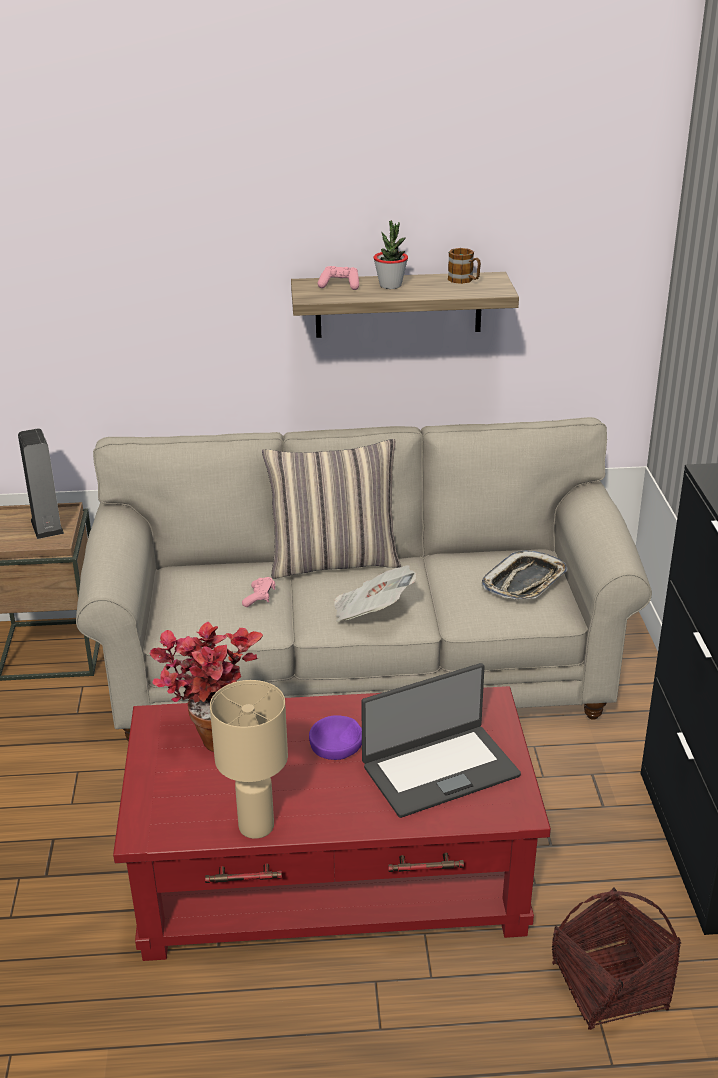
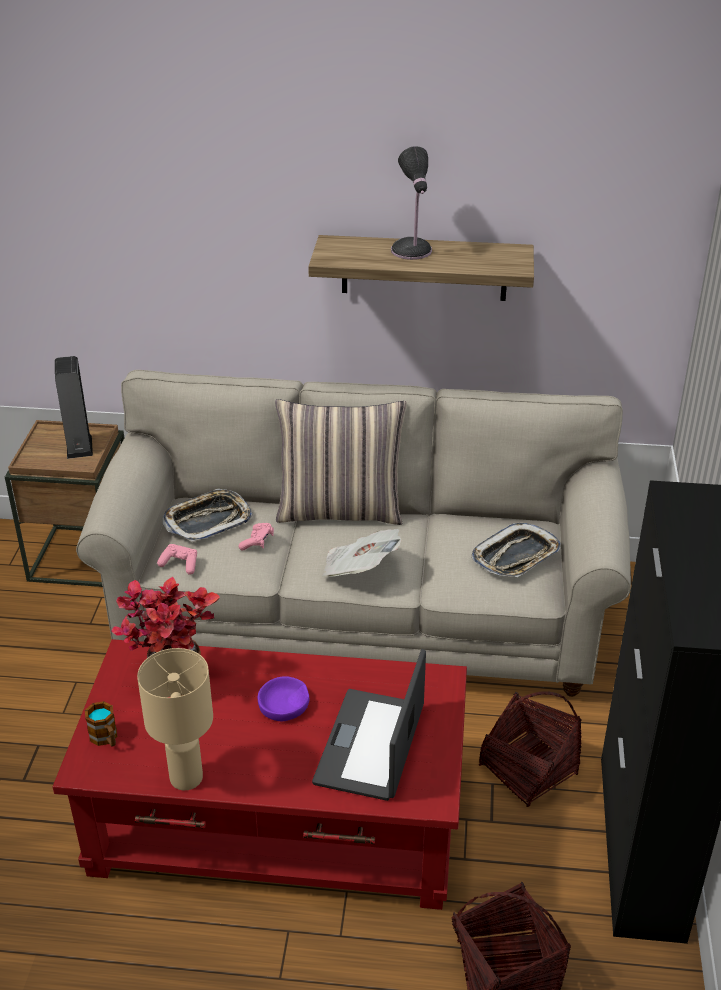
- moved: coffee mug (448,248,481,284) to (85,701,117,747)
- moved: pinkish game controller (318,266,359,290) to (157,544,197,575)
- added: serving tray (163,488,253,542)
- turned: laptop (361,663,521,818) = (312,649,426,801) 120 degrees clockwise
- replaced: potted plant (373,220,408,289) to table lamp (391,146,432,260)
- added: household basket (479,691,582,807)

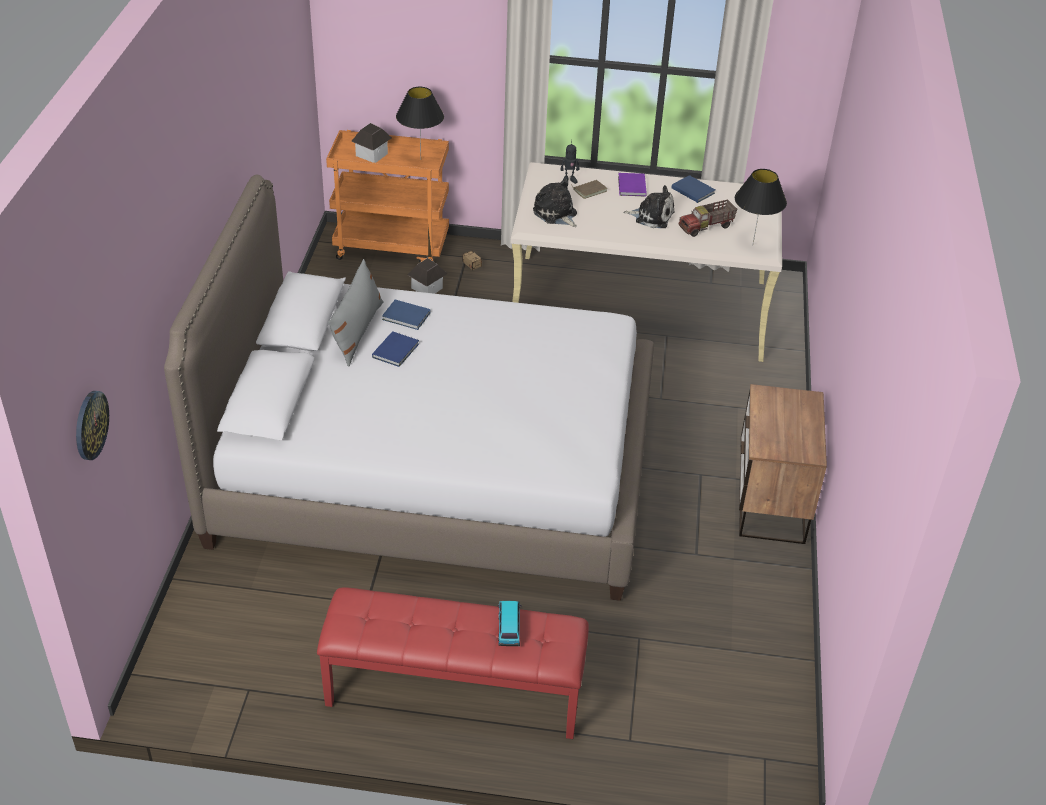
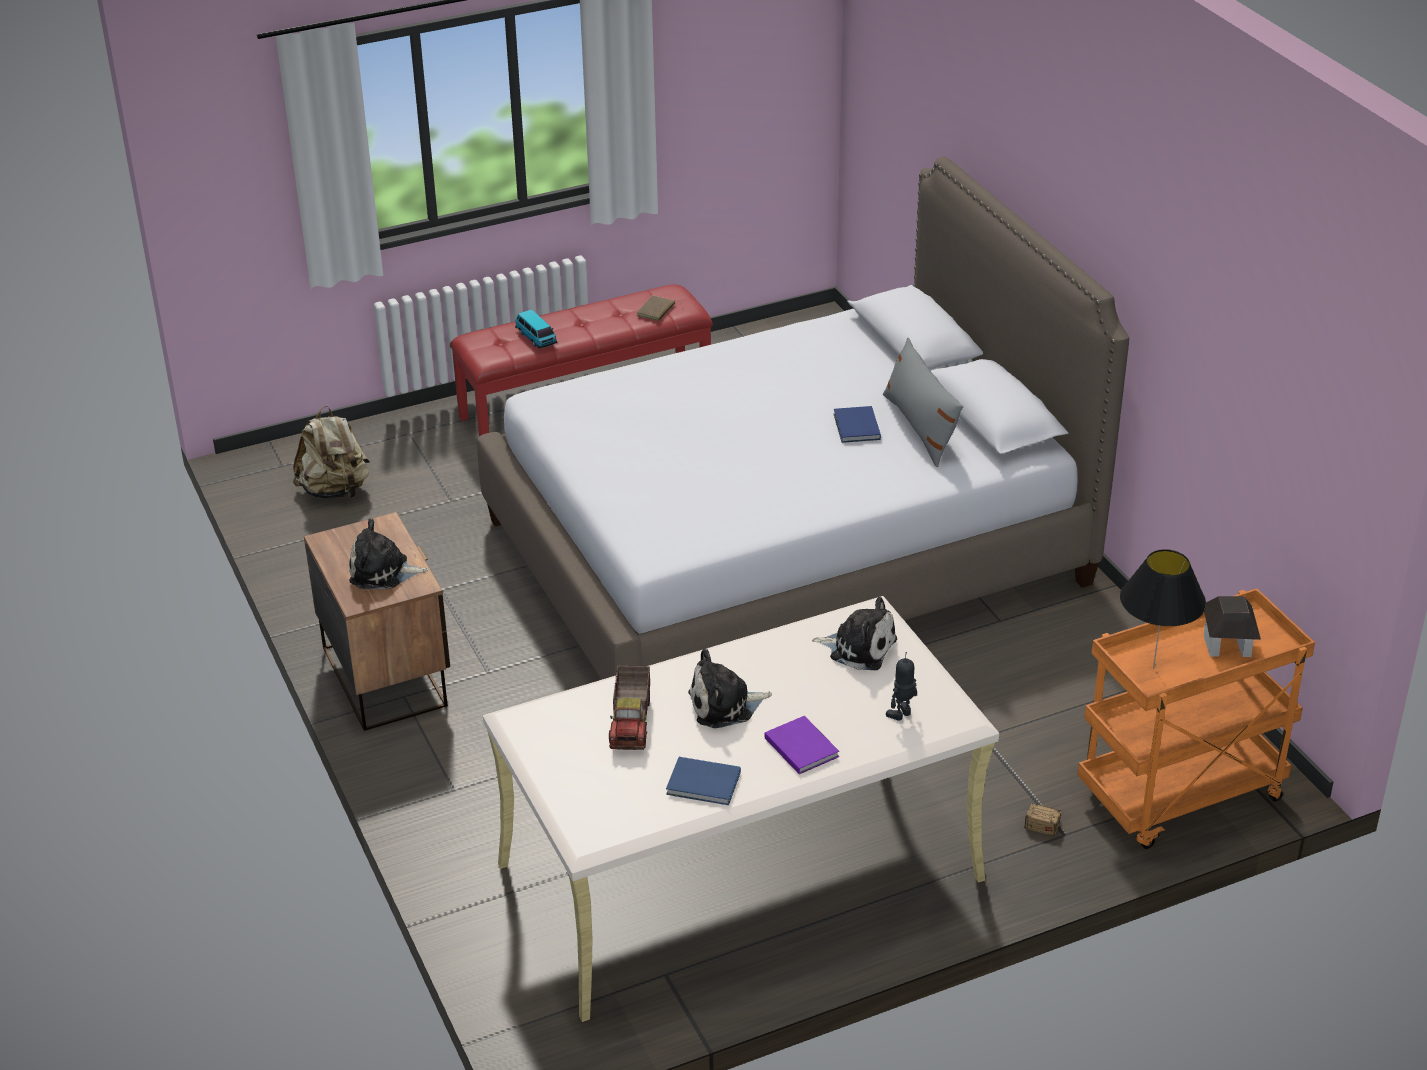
- added: beige-coloured rucksack (293,406,370,499)
- added: soft toy (349,519,428,589)
- turned: toy truck (678,199,737,237) = (609,666,650,750) 150 degrees clockwise
- moved: brownish volume (570,180,607,199) to (637,295,681,321)
- removed: wall clock (76,391,109,460)
- removed: bluish volume (382,300,430,330)
- removed: model house (408,258,448,294)
- removed: blackish table lamp (735,169,787,246)

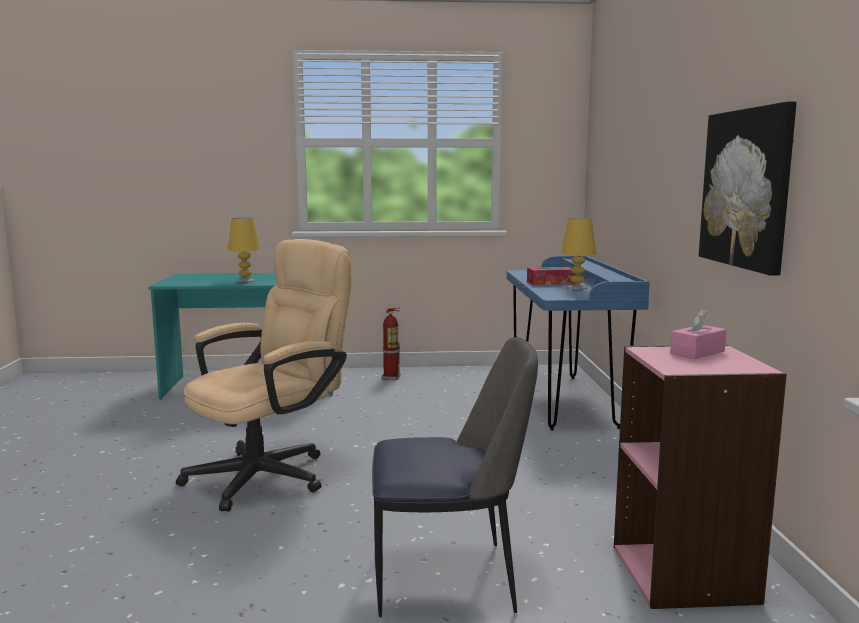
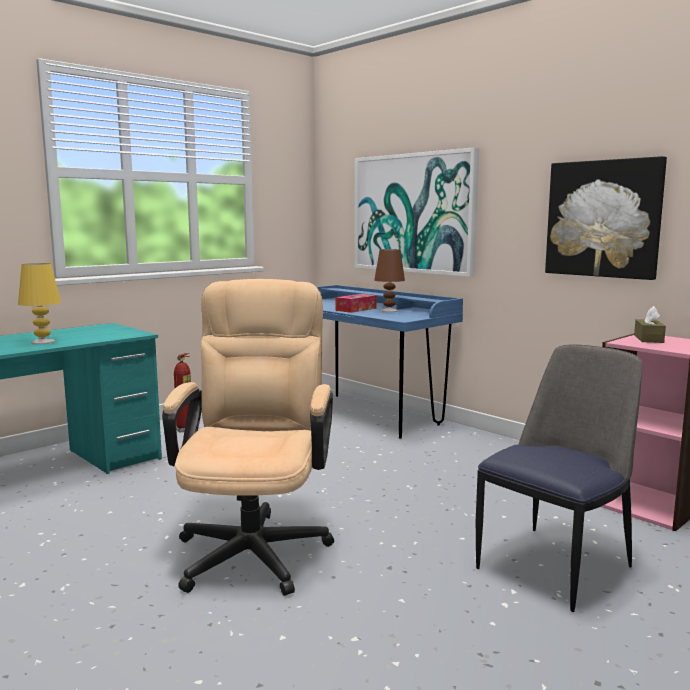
- added: wall picture (354,147,479,277)
- recoloured: yellowish table lamp (561,218,596,290) to brownish table lamp (374,249,405,312)
- recoloured: pinkish tissue box (670,309,726,359) to brownish tissue box (634,306,666,343)

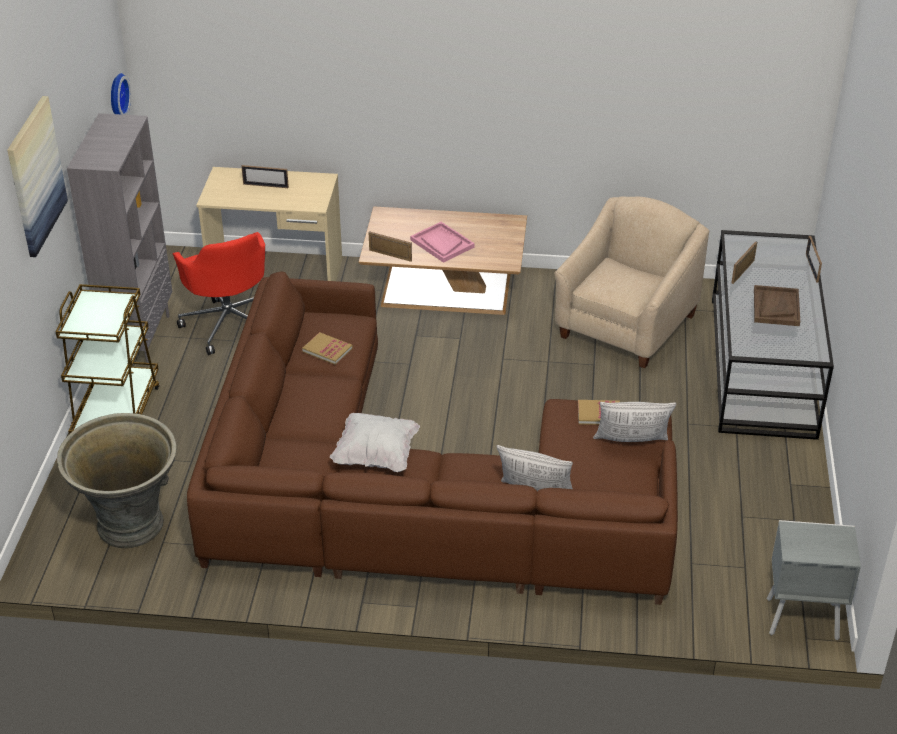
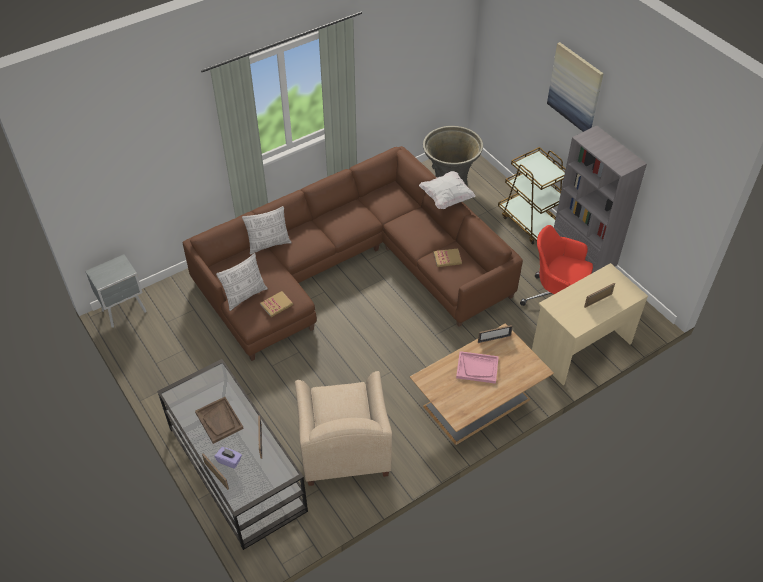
- added: purple-coloured tissue box (215,447,242,469)
- moved: whitish pillow (330,413,420,472) to (419,171,475,209)
- removed: wall clock (111,73,131,115)

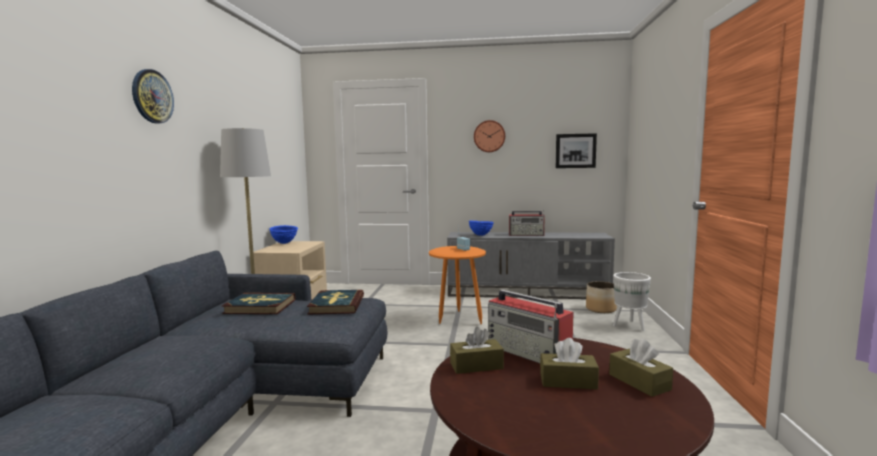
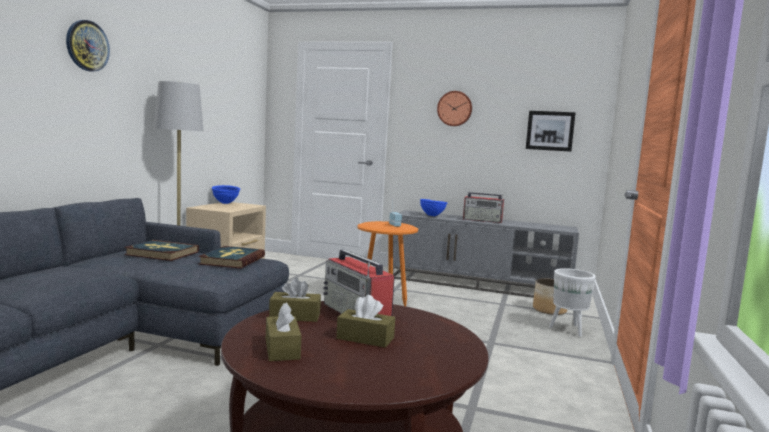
- moved: brownish tissue box (609,338,673,397) to (266,303,301,361)

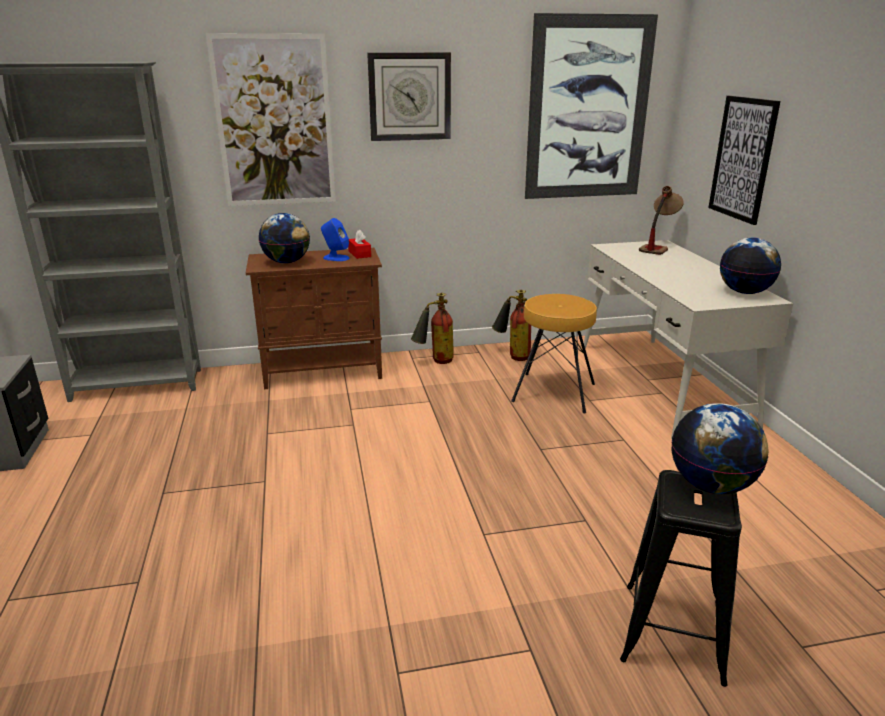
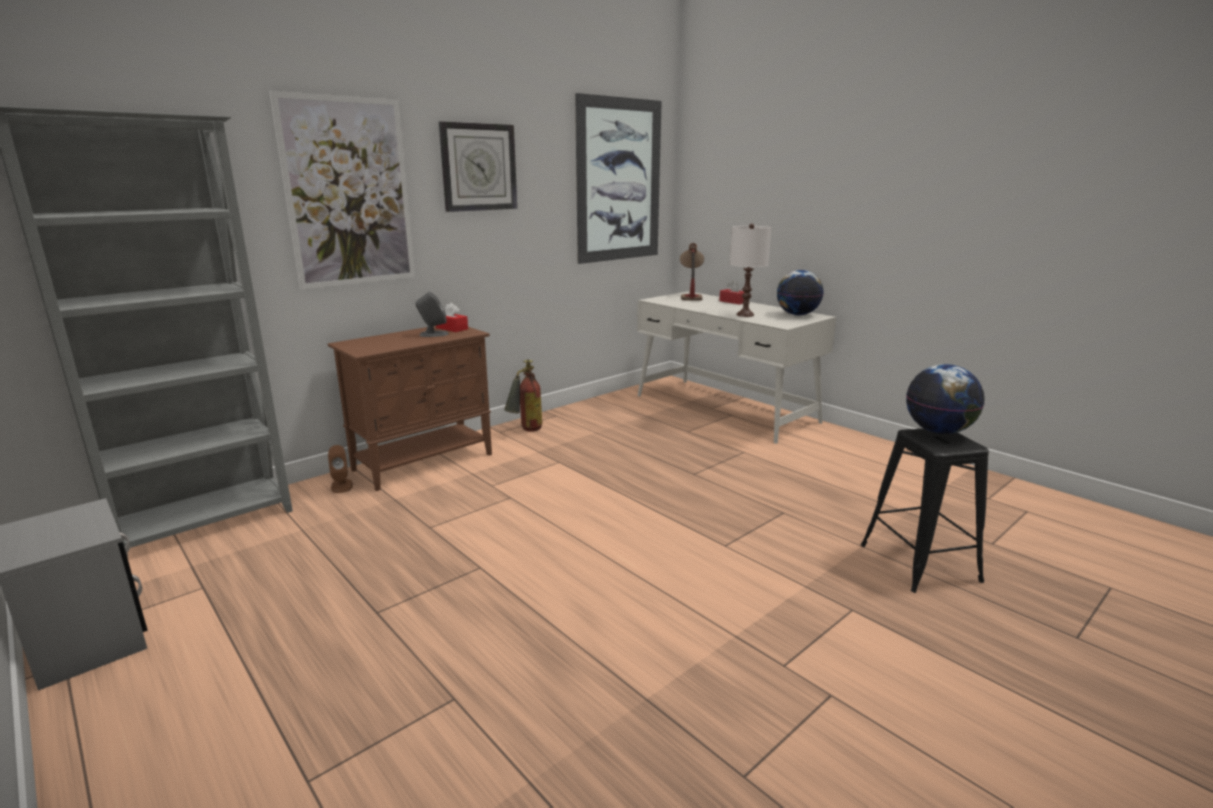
- added: brownish audio speaker (328,445,353,493)
- recoloured: bluish audio speaker (321,218,349,261) to grey audio speaker (415,292,449,337)
- added: red-coloured tissue box (719,281,744,305)
- added: whitish table lamp (730,224,771,317)
- removed: globe (259,213,310,263)
- removed: fire extinguisher (492,290,531,361)
- removed: brownish stool (511,294,597,413)
- removed: wall picture (708,96,780,225)

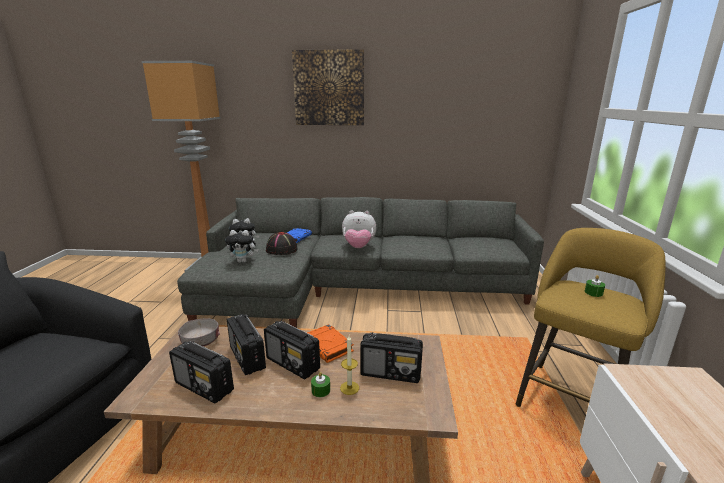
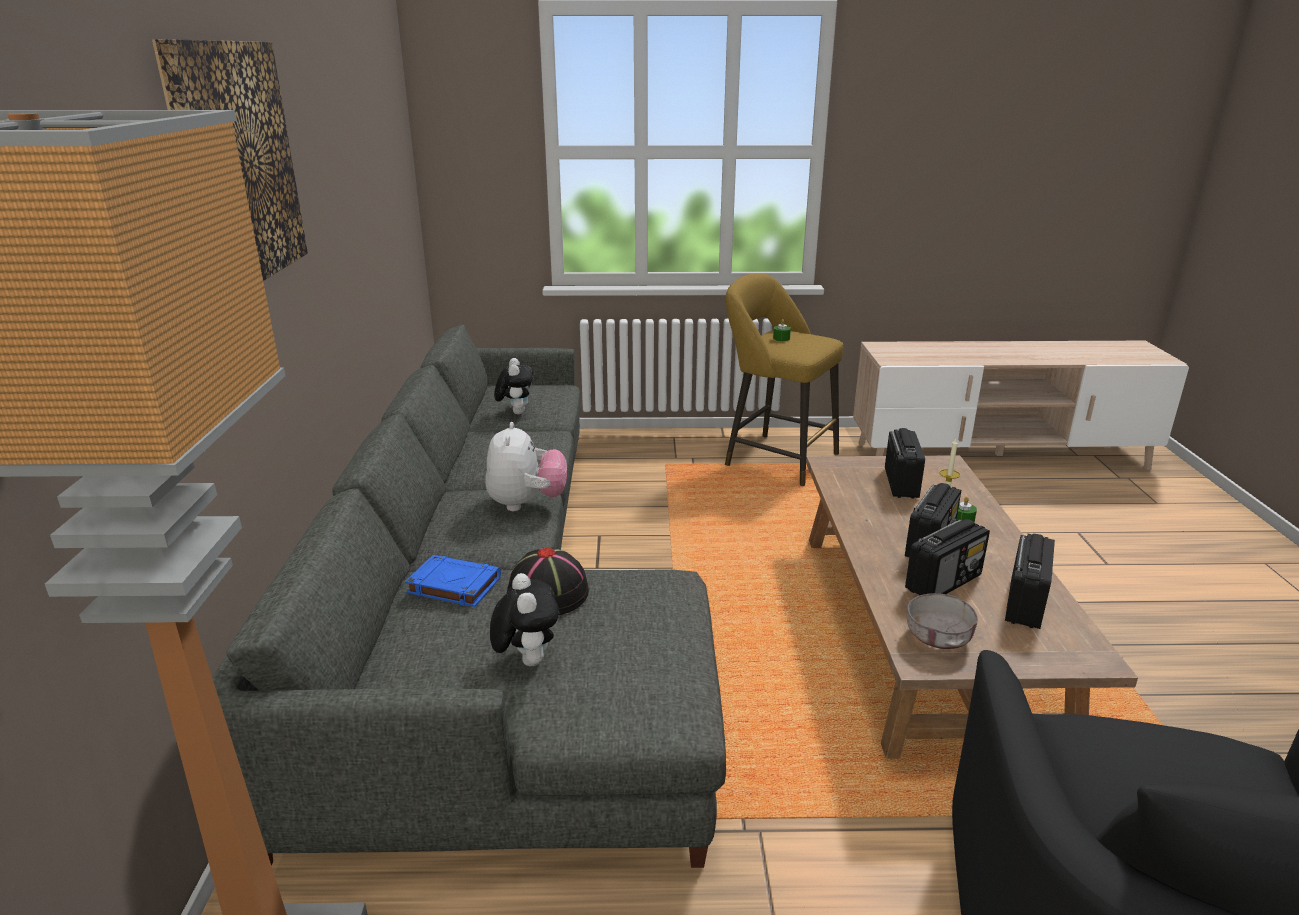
- moved: soft toy (225,230,258,263) to (494,358,533,414)
- removed: orange volume (307,324,354,363)

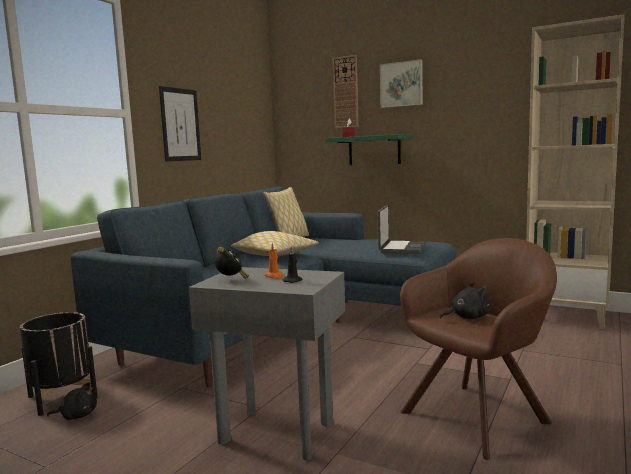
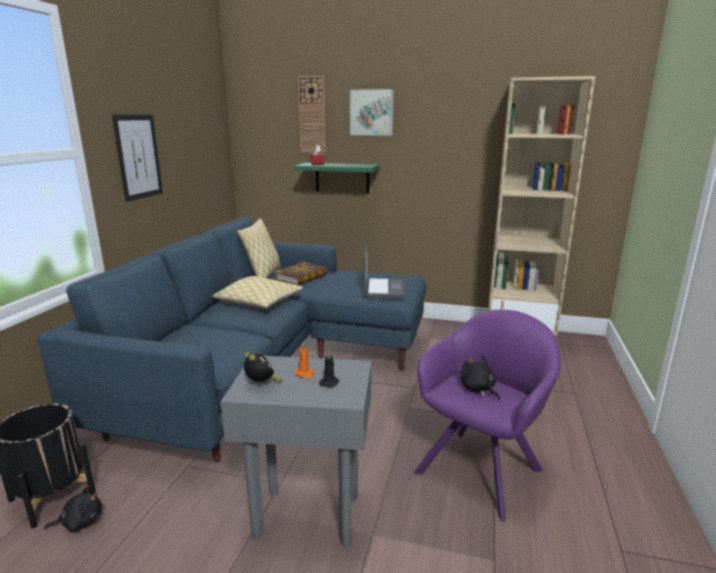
- added: volume (274,262,327,285)
- recoloured: brownish easy chair (400,238,557,460) to purple-coloured easy chair (414,310,561,521)
- turned: blackish soft toy (440,282,490,319) = (461,355,500,400) 90 degrees counterclockwise

